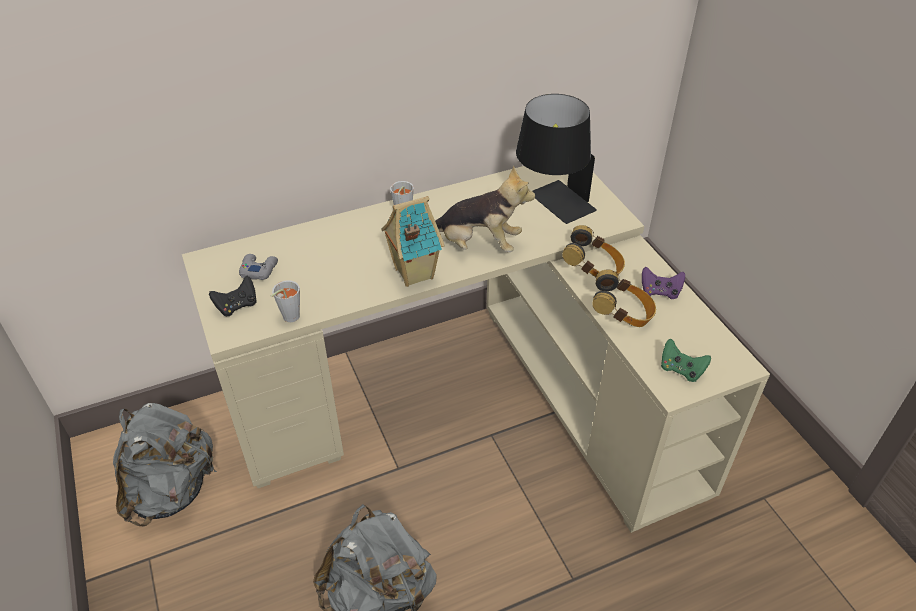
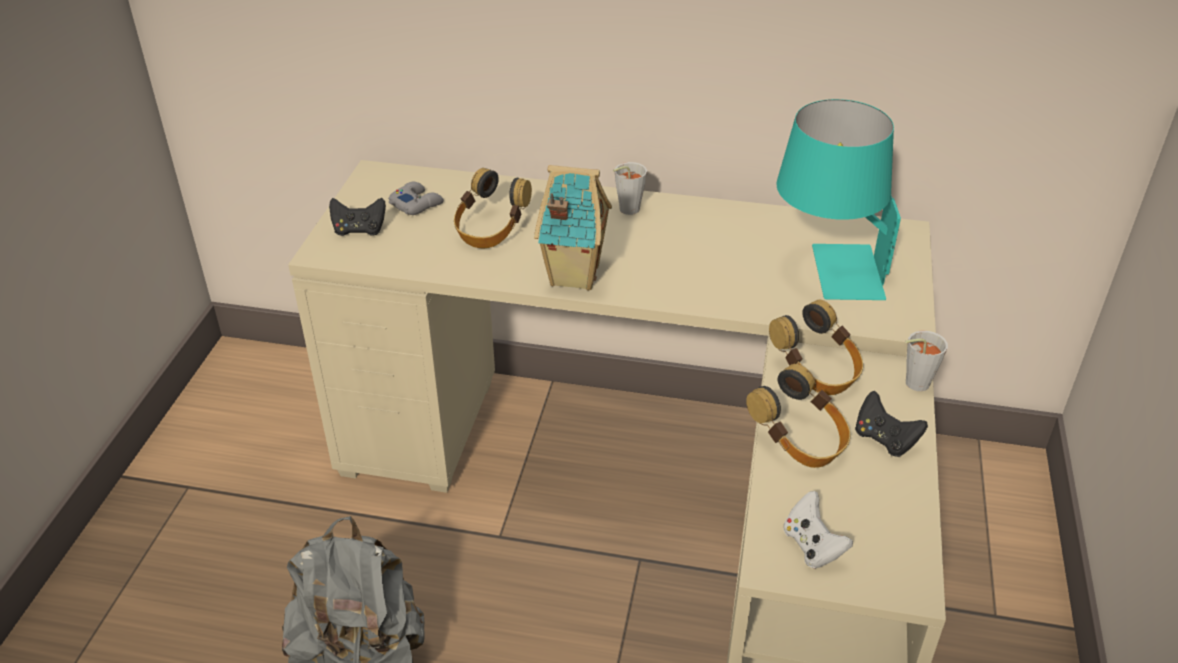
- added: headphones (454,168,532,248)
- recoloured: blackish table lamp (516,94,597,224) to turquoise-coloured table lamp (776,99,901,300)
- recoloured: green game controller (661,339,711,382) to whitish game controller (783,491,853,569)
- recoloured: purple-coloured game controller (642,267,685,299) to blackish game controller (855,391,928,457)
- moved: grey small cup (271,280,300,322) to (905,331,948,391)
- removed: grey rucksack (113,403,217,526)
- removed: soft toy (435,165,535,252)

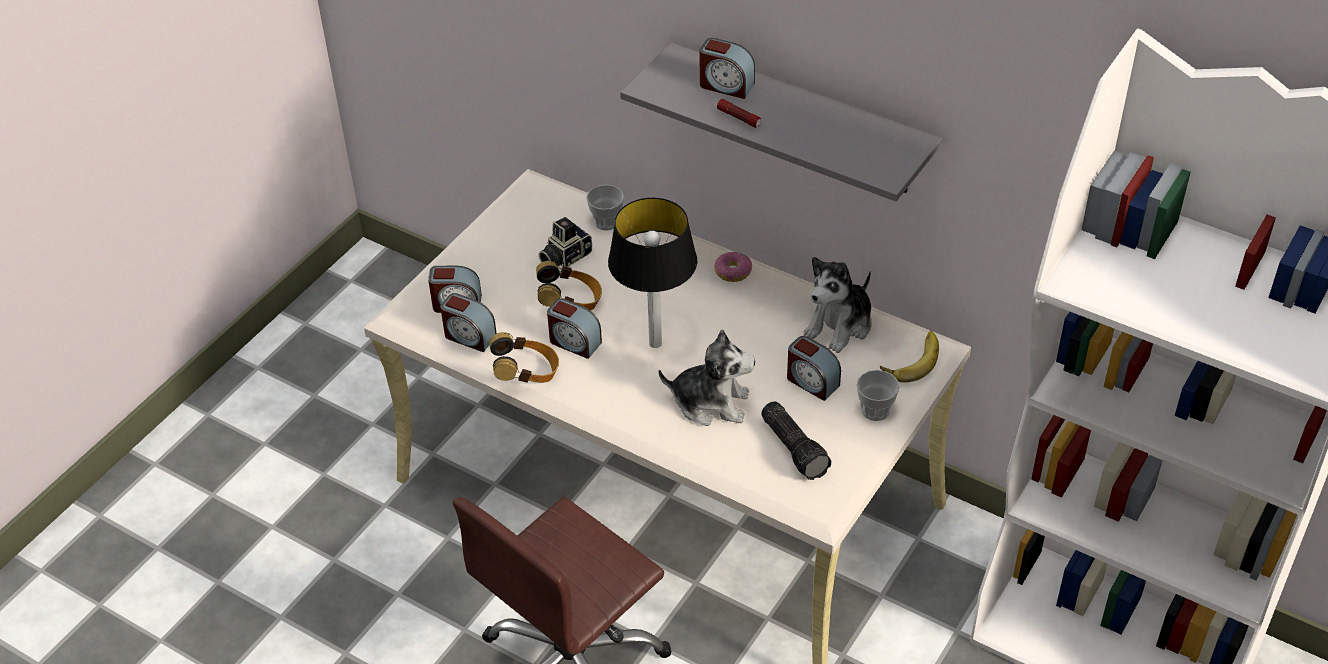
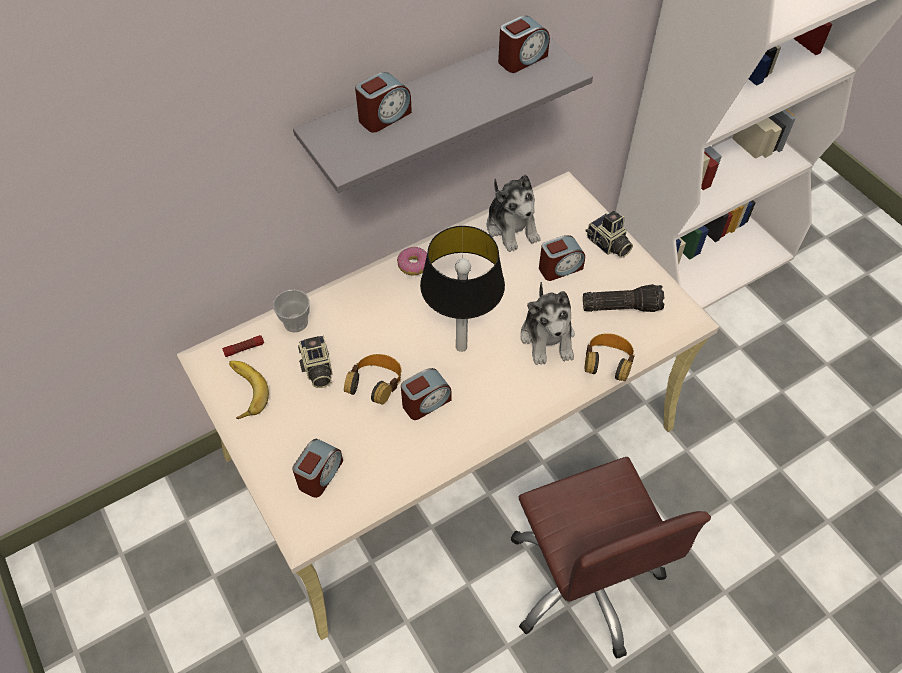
- moved: hand torch (717,99,761,128) to (222,335,264,357)
- moved: banana fruit (880,331,939,383) to (229,361,269,419)
- moved: bedside clock (440,293,497,352) to (498,16,550,73)
- turned: soft toy (659,329,755,426) = (520,282,575,365) 135 degrees clockwise
- moved: headphones (489,332,559,383) to (585,333,635,381)
- replaced: small cup (857,370,900,421) to still camera (586,211,633,258)

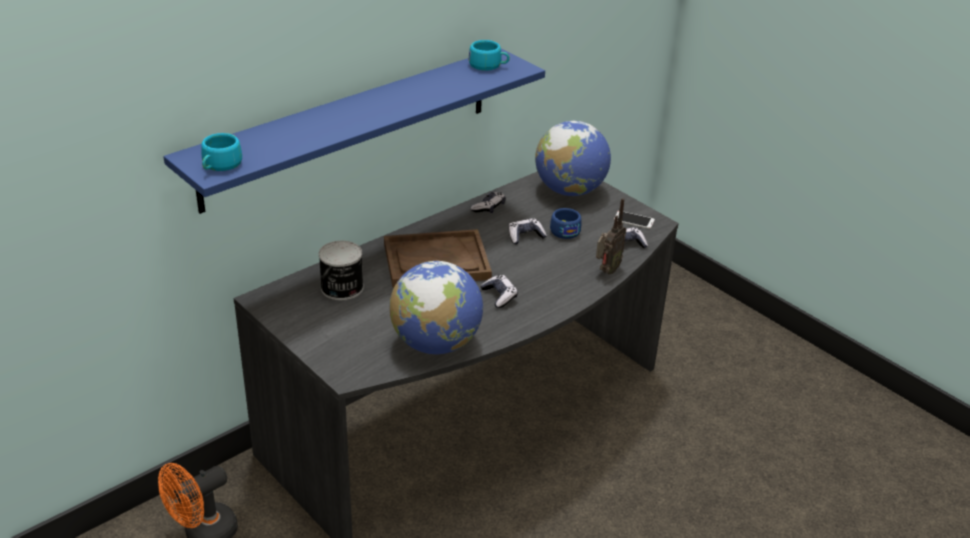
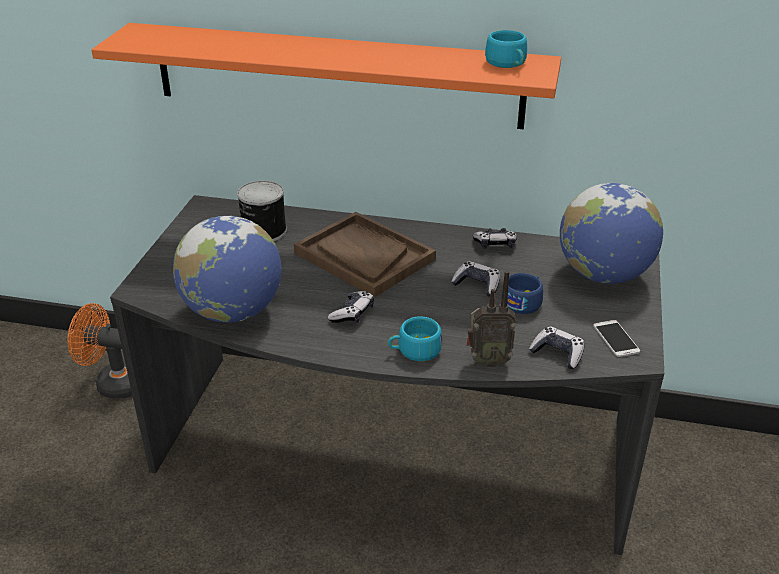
- recoloured: bluish bracket shelf (163,49,545,214) to orange bracket shelf (91,23,561,129)
- moved: turquoise-coloured small cup (202,133,242,171) to (388,316,442,361)

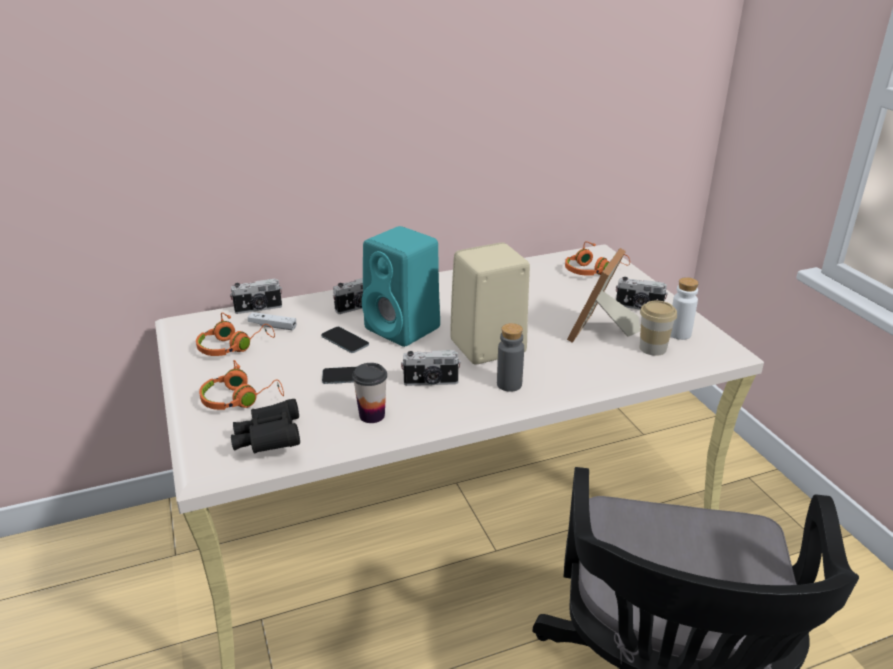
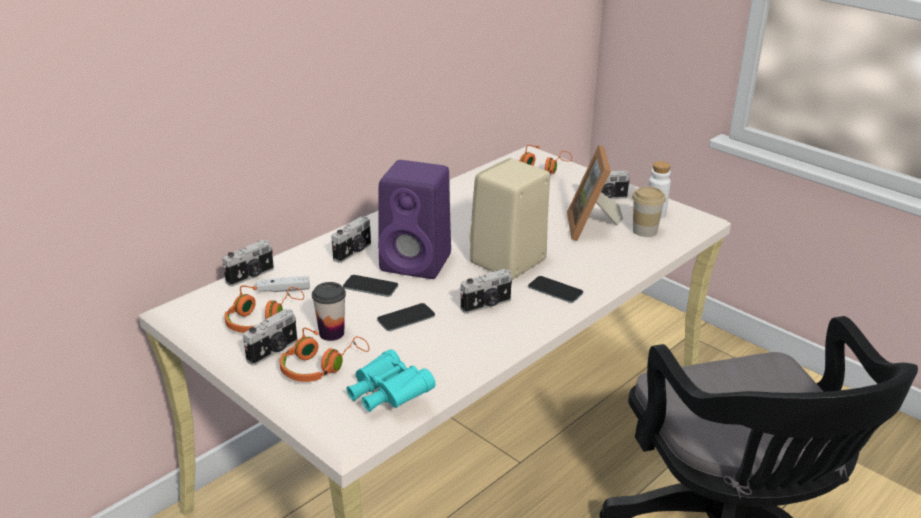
- added: still camera (243,309,297,366)
- moved: small cup (352,363,387,423) to (312,282,346,341)
- recoloured: blackish binoculars (231,399,300,453) to turquoise-coloured binoculars (346,349,436,412)
- recoloured: turquoise-coloured audio speaker (362,226,440,347) to purple-coloured audio speaker (378,160,451,279)
- replaced: grey drink bottle (497,323,524,392) to phone (528,276,583,303)

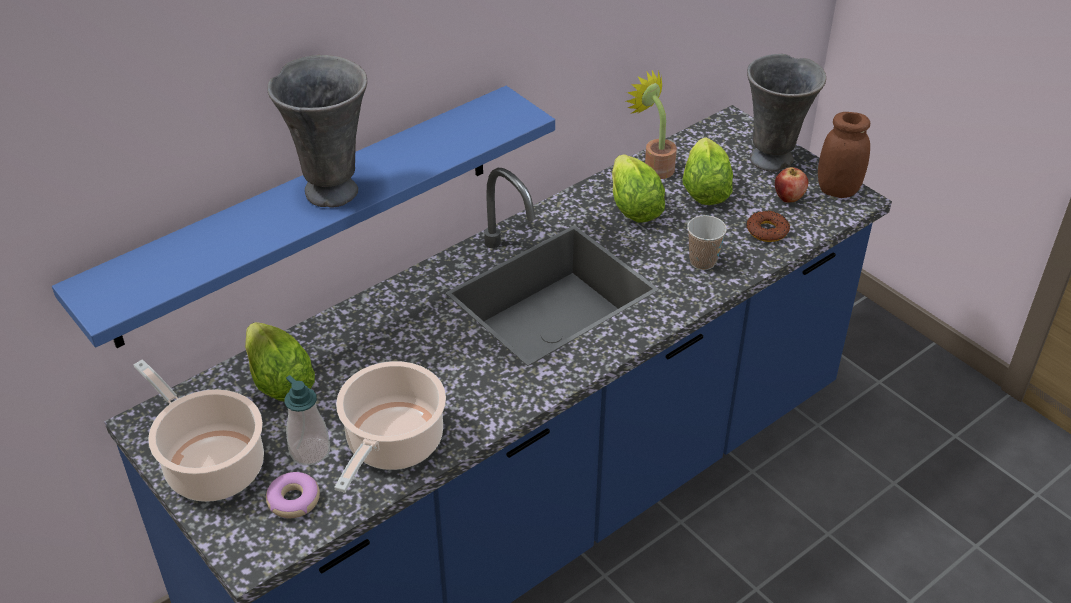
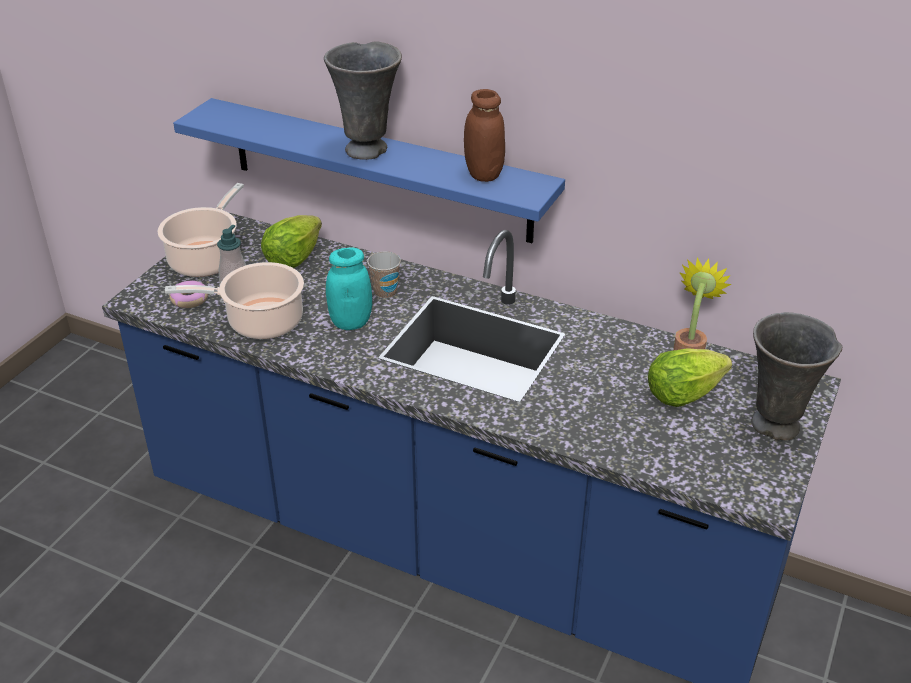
- added: turquoise-coloured storage jar (326,247,372,330)
- moved: small cup (687,215,727,270) to (367,251,401,299)
- moved: brownish storage jar (818,112,870,198) to (464,89,505,182)
- removed: head of lettuce (612,154,665,223)
- removed: ring doughnut (747,211,790,242)
- removed: apple fruit (775,167,808,203)

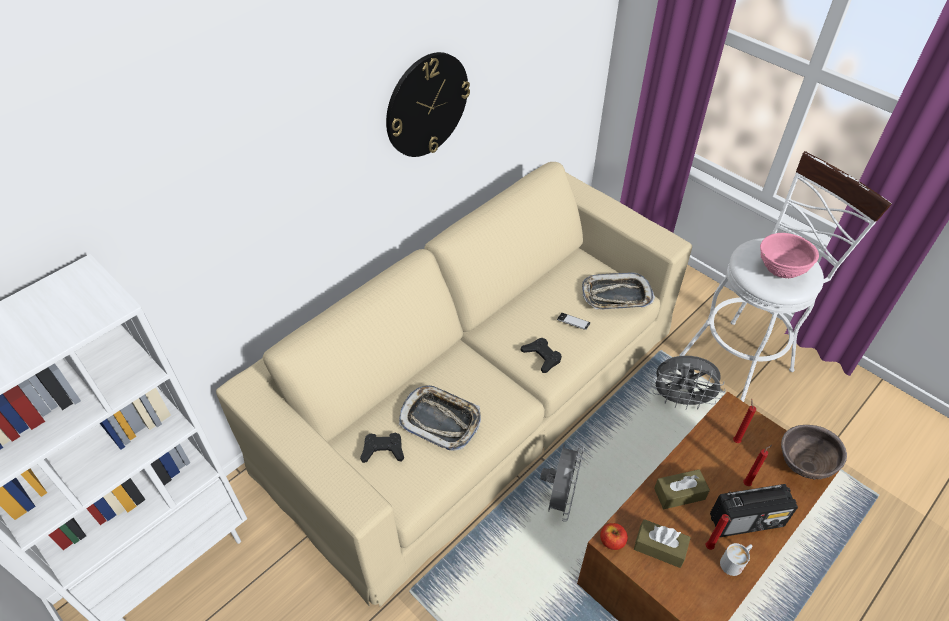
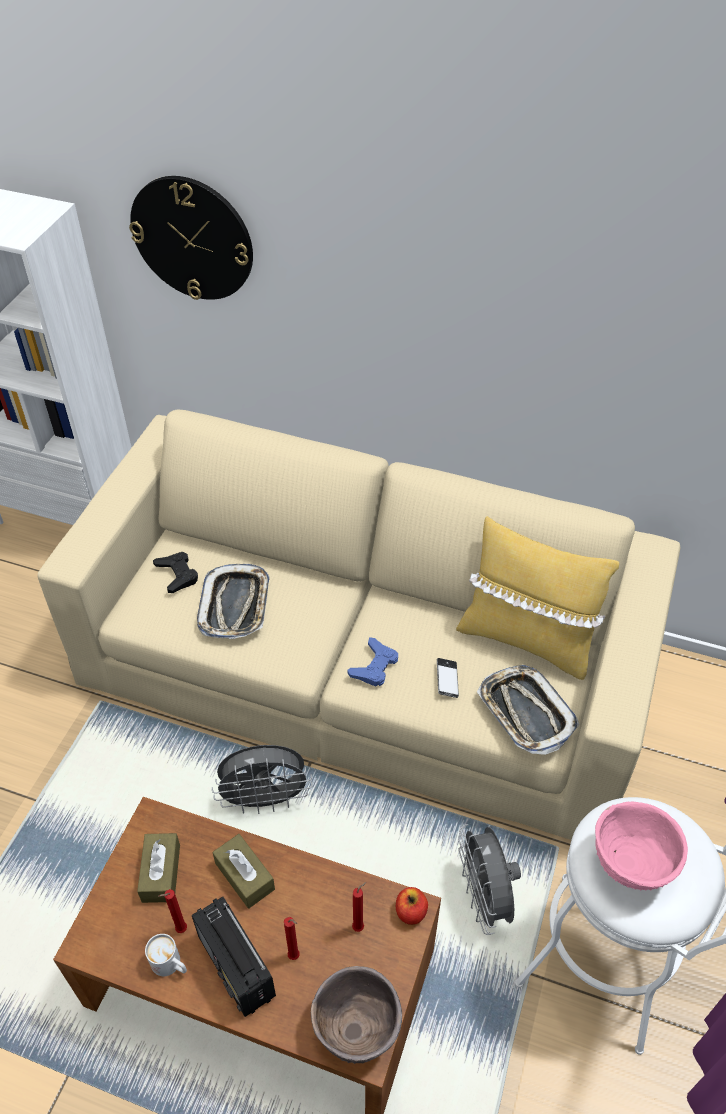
- moved: wall clock (386,52,470,157) to (129,176,253,300)
- recoloured: blackish game controller (521,338,562,373) to bluish game controller (347,637,398,687)
- moved: apple fruit (600,523,628,550) to (396,887,428,925)
- added: yellowish pillow (456,516,619,680)

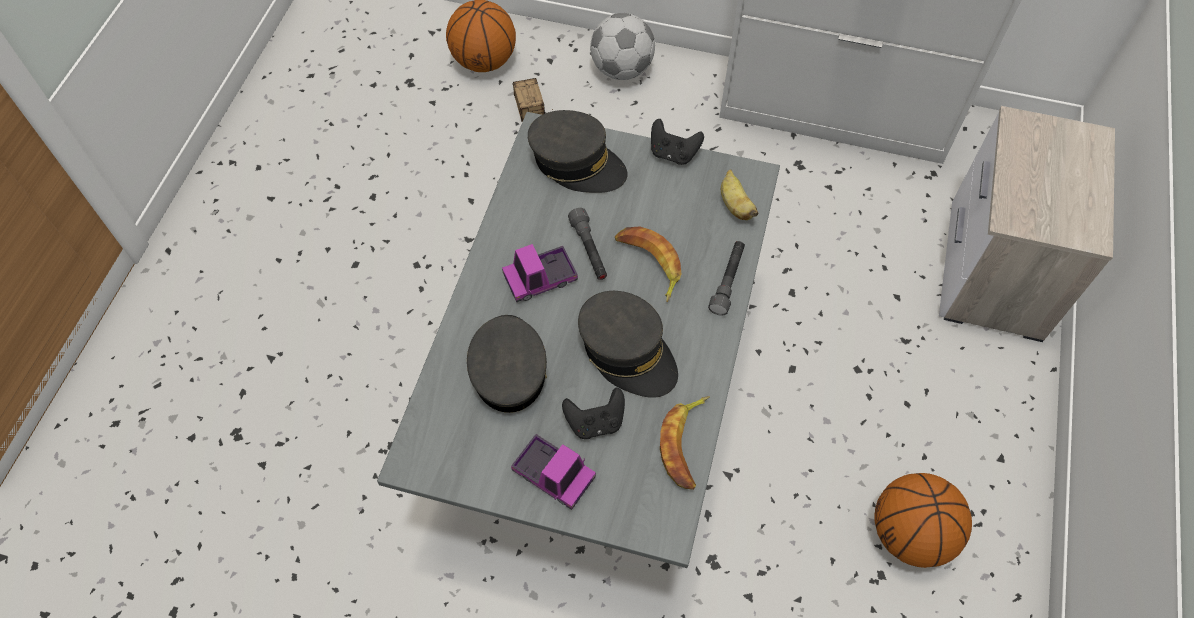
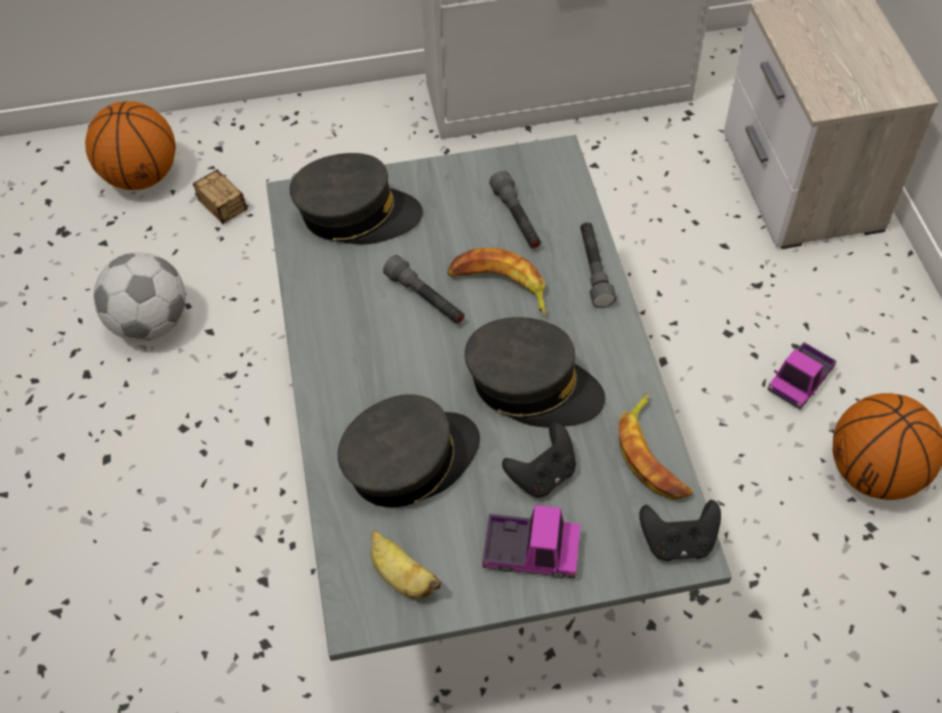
- moved: football ball (590,13,655,80) to (94,252,186,341)
- turned: grey cap (467,315,547,413) = (338,394,480,507) 90 degrees clockwise
- moved: banana fruit (721,169,758,220) to (370,530,441,598)
- added: grey hand torch (489,171,541,248)
- moved: blackish game controller (651,119,704,165) to (639,500,721,561)
- moved: toy truck (502,244,578,303) to (767,342,837,410)

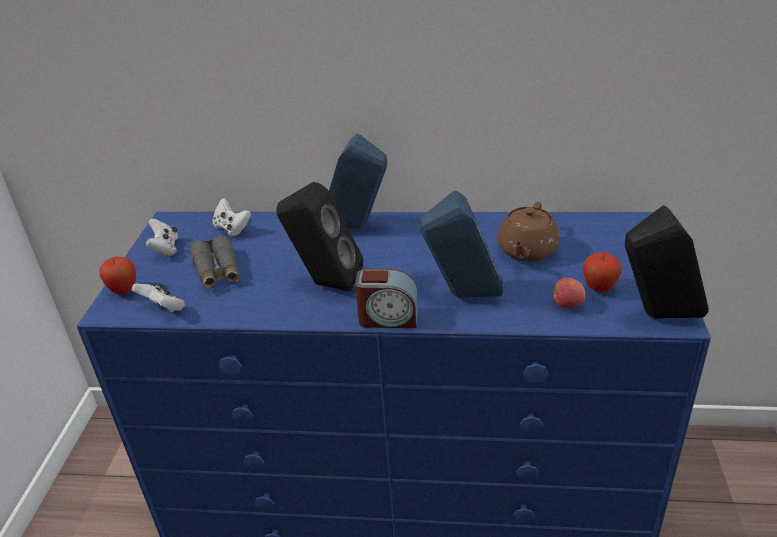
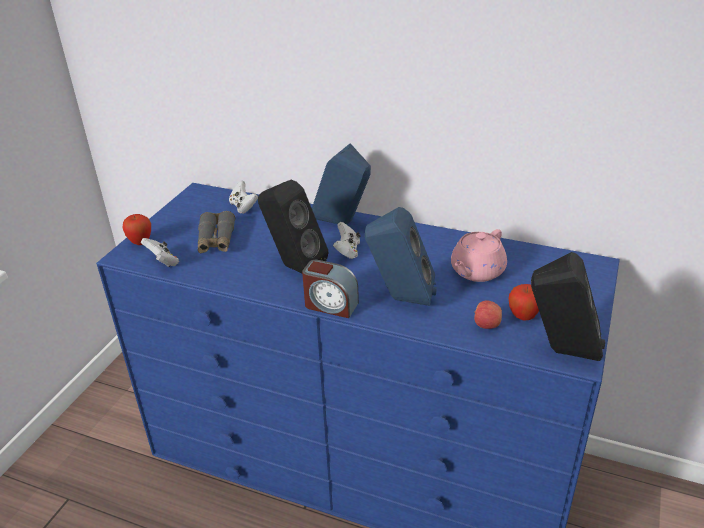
- moved: whitish game controller (145,219,178,256) to (333,222,361,259)
- recoloured: brownish teapot (497,202,560,262) to pinkish teapot (451,229,507,282)

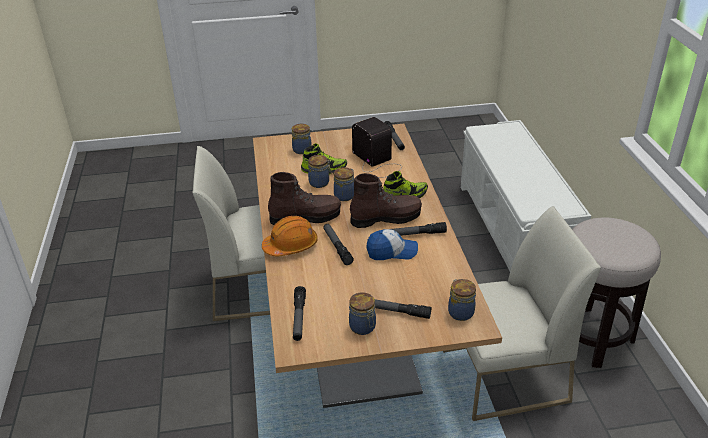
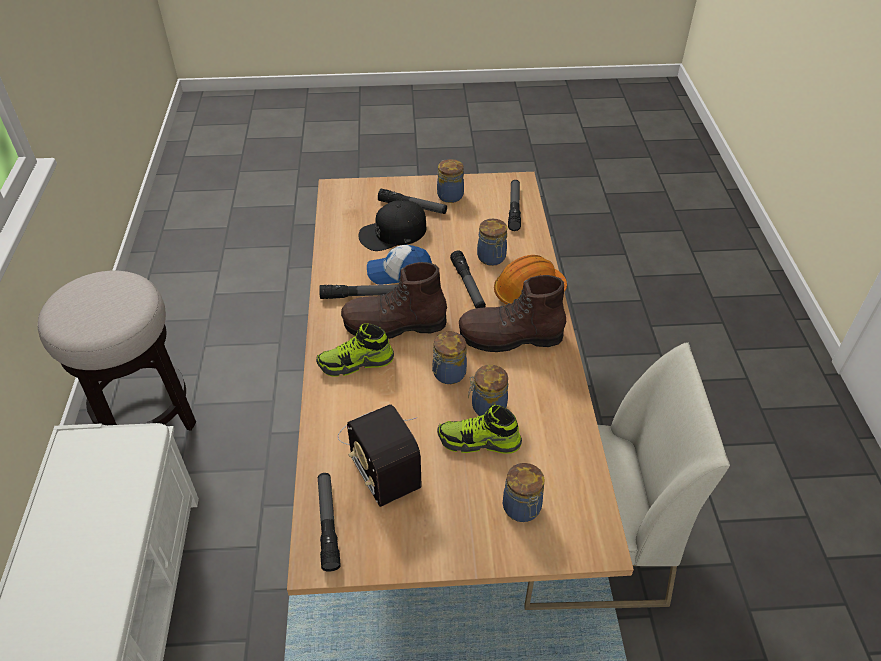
- added: blackish cap (359,200,426,251)
- moved: storage jar (448,279,476,321) to (477,219,507,266)
- removed: whitish plain chair (443,206,601,421)

